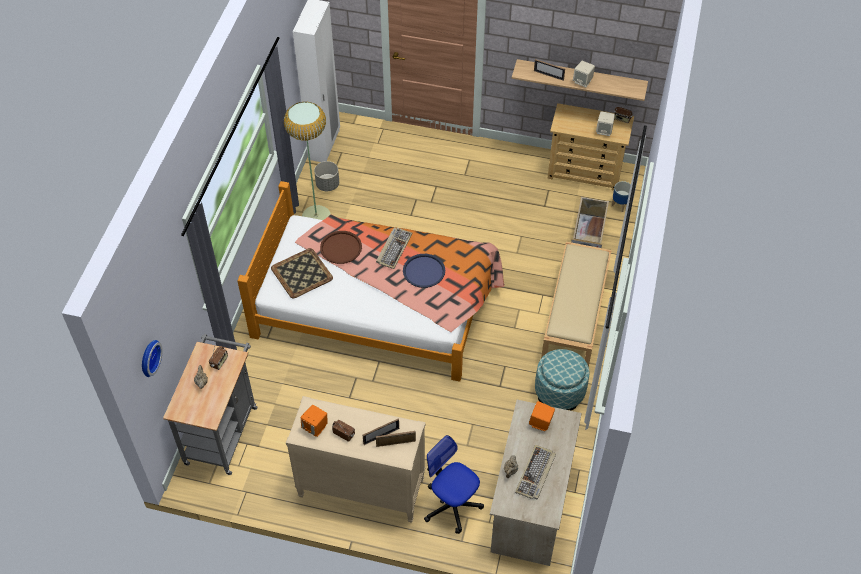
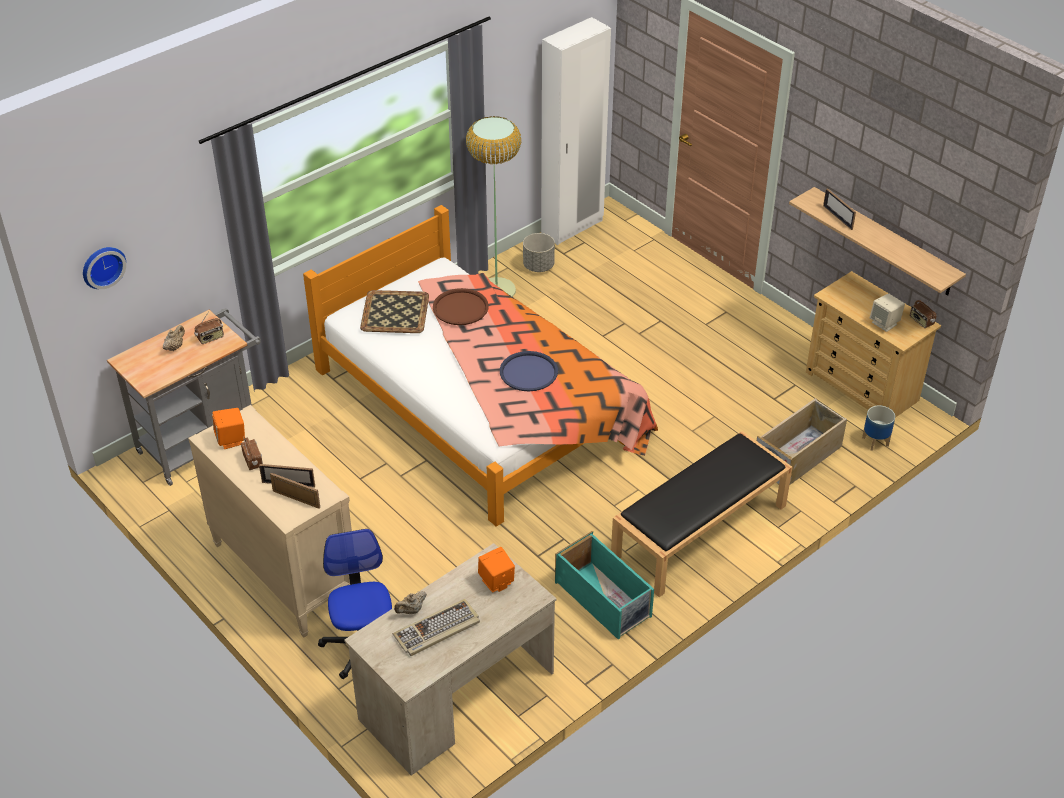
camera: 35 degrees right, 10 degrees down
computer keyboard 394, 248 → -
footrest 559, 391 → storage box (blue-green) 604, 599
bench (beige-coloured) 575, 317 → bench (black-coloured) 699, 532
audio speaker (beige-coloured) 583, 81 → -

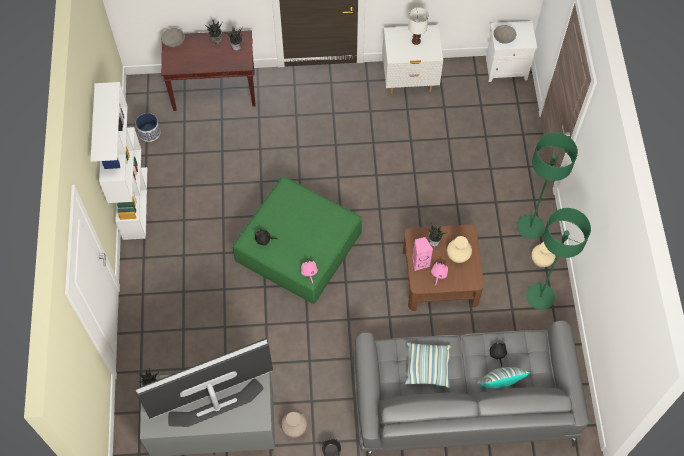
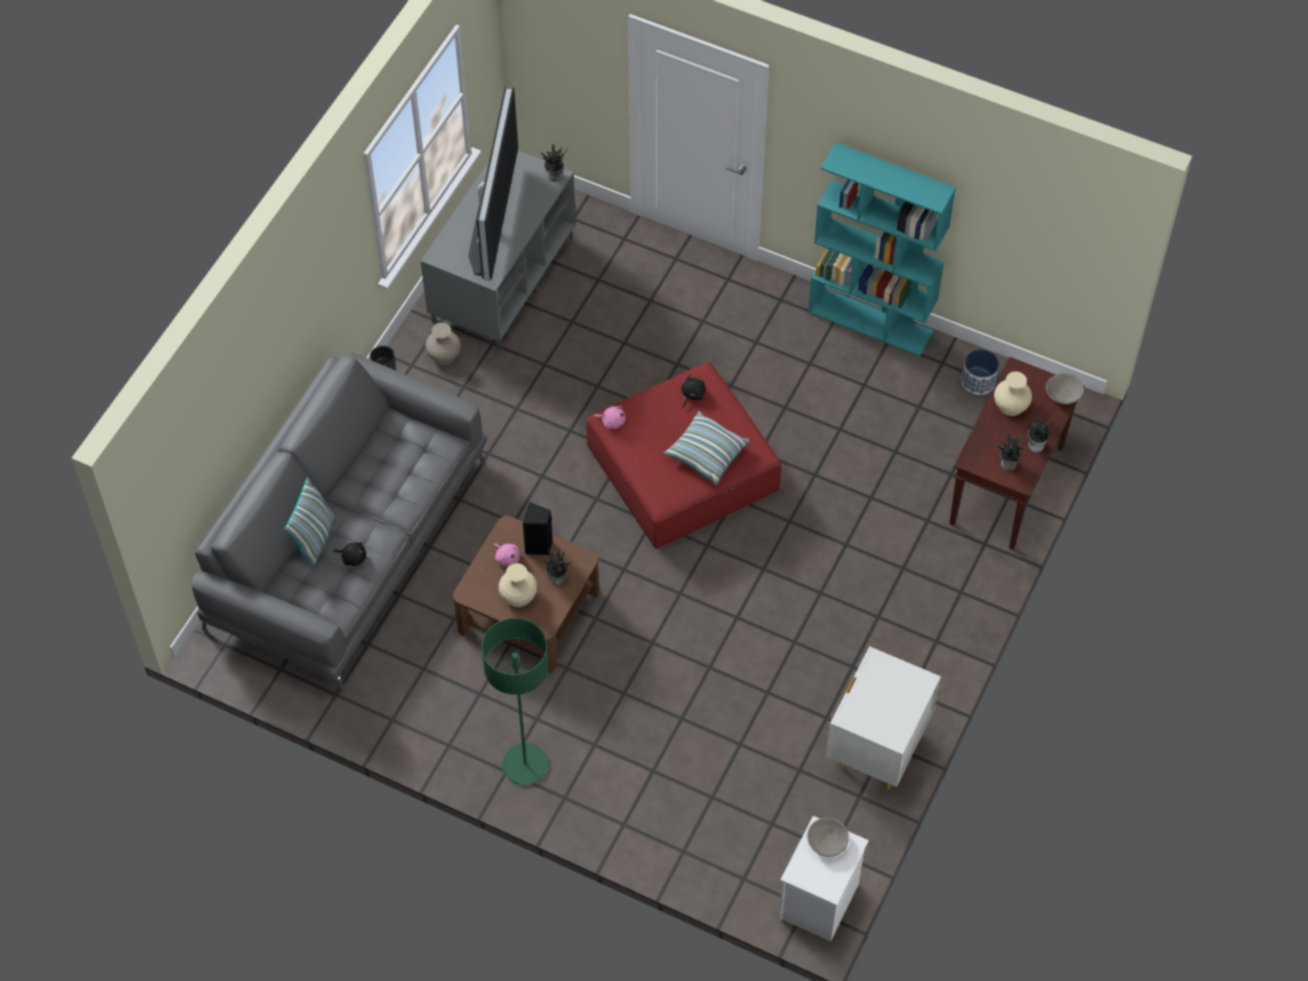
camera: 120 degrees right, 5 degrees down
bookcase (whitish) 134, 202 → bookcase (blue-green) 871, 321
footrest (greenish) 298, 248 → footrest (reddish) 682, 470
throw pillow 428, 368 → throw pillow 706, 454, shifted
lamp for a table (whitish) 416, 40 → -
audio speaker (pink-coloured) 420, 262 → audio speaker (black-coloured) 539, 546
floor lamp (greenish) 540, 297 → -
vase (beige-coloured) 541, 259 → vase (beige-coloured) 1011, 405, shifted

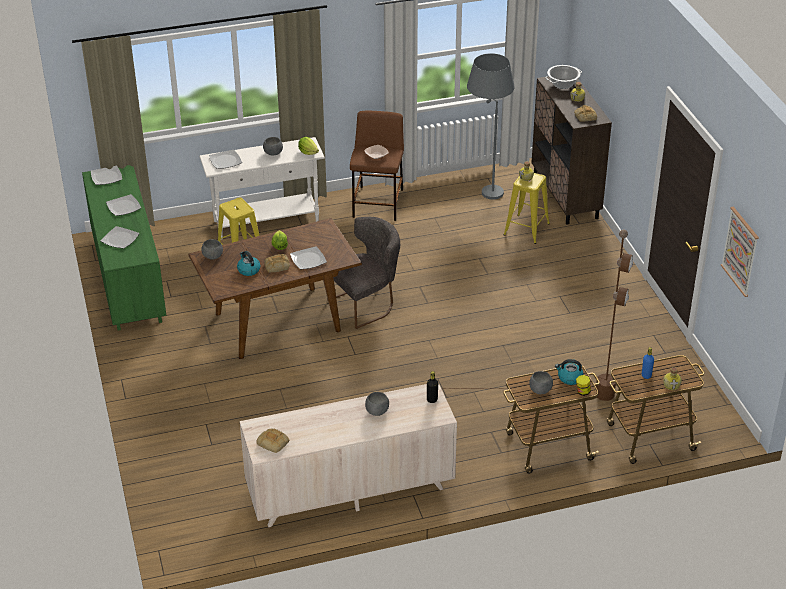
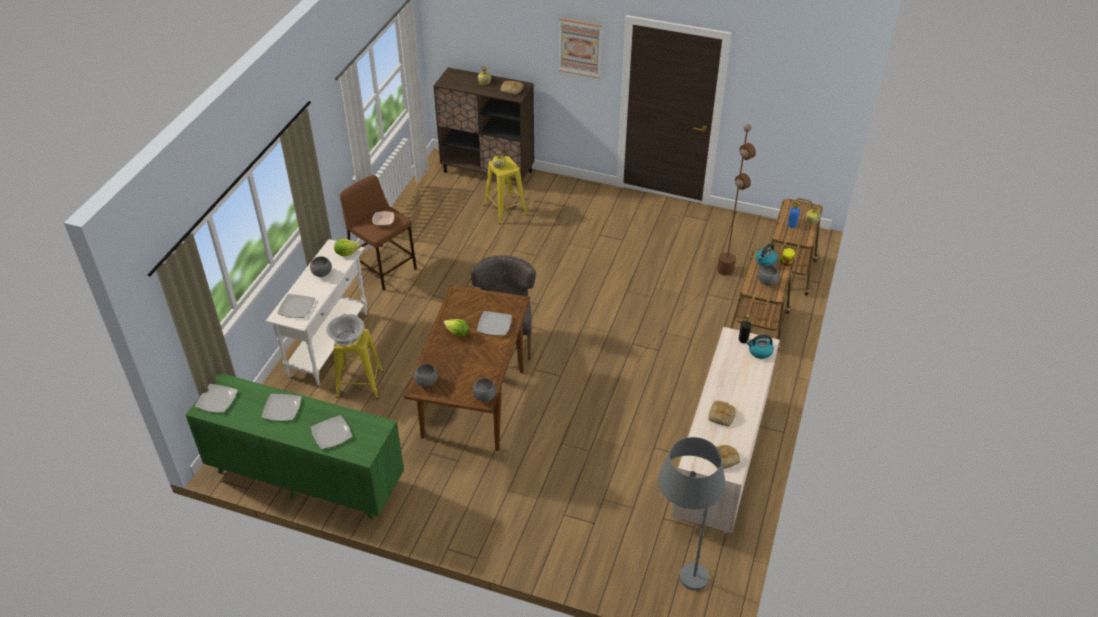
camera: 55 degrees left, 5 degrees up
water kettle 248, 270 → water kettle 759, 352, shifted
baked bread 276, 266 → baked bread 722, 416, shifted
deep dish (greyish) 377, 411 → deep dish (greyish) 485, 396, shifted
floor lamp (greyish) 486, 187 → floor lamp (greyish) 677, 575, shifted
stockpot 563, 84 → stockpot 347, 338, shifted
picture 740, 251 → picture 580, 47, shifted

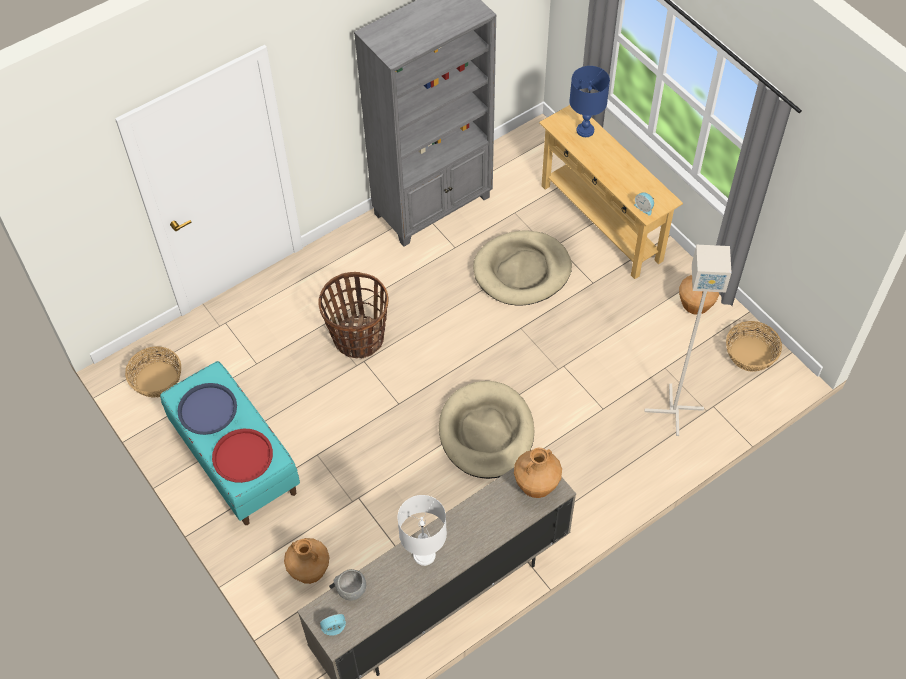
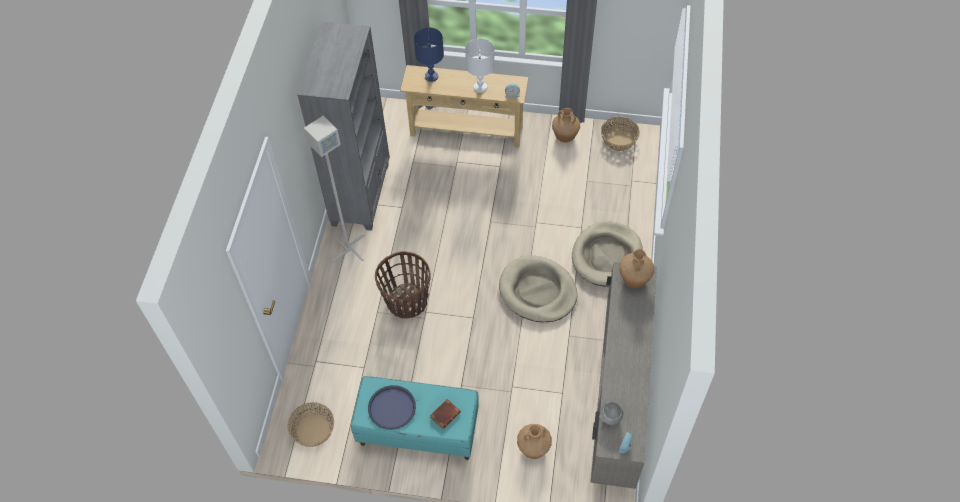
camera: 45 degrees left, 0 degrees up
serving tray (reddish) 242, 456 → book (brownish) 445, 414
lamp for a table (whitish) 424, 555 → lamp for a table (whitish) 480, 87, shifted
dog bed (beige-coloured) 522, 271 → dog bed (beige-coloured) 607, 256, shifted
floor lamp (greyish) 673, 410 → floor lamp (greyish) 348, 249, shifted

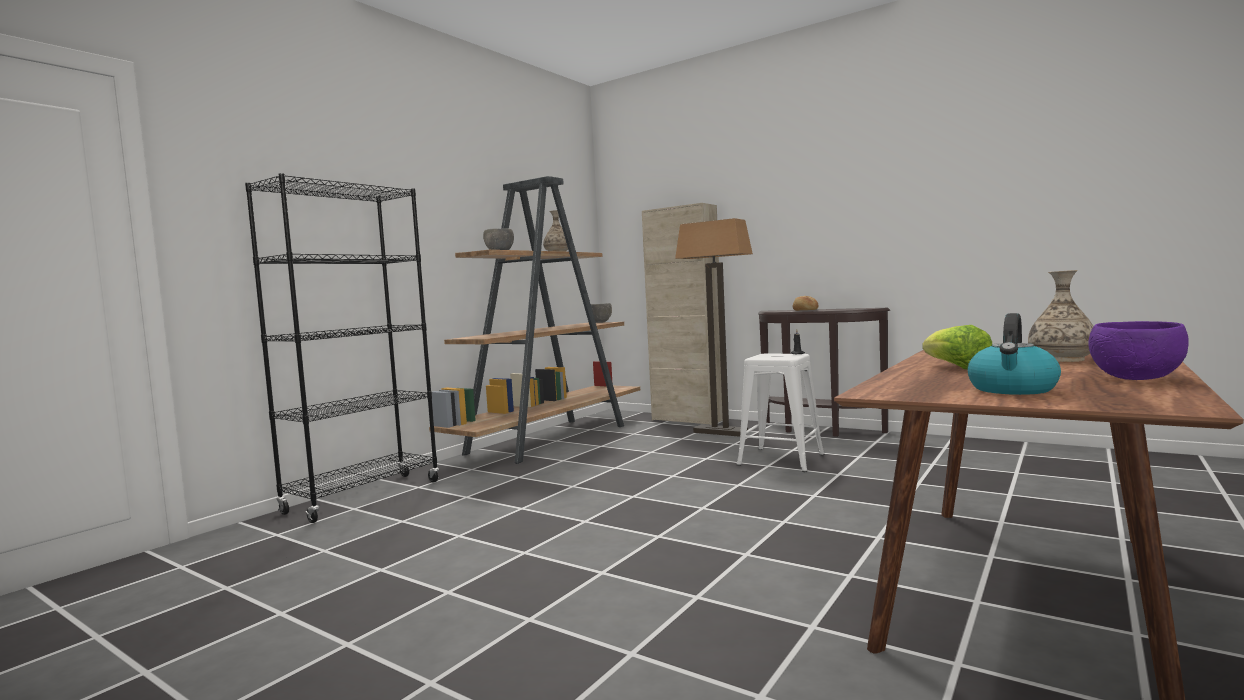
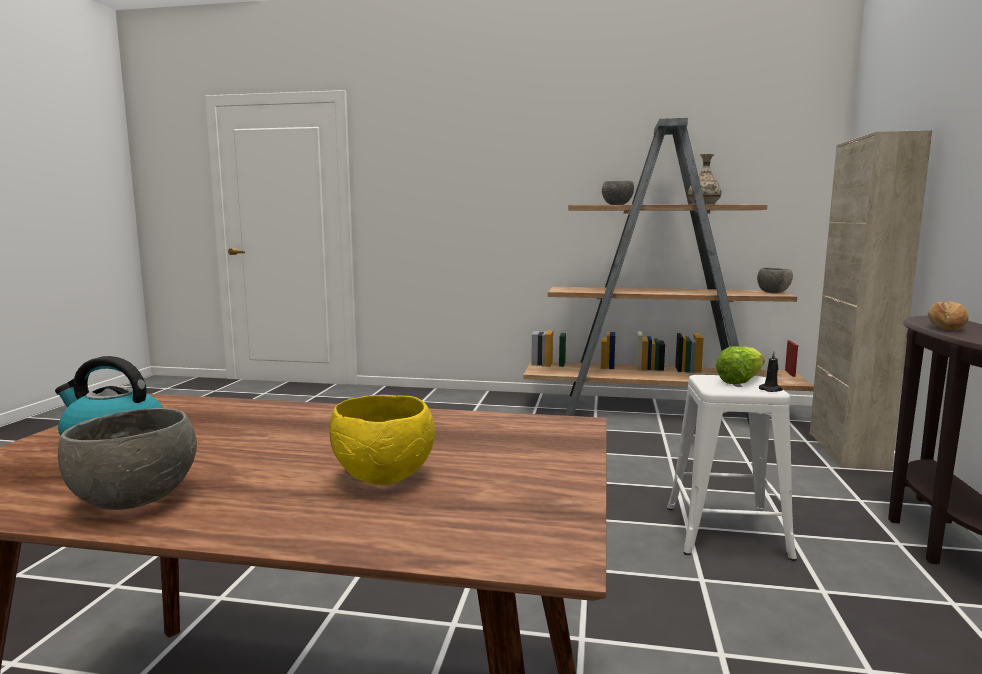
camera: 65 degrees right, 5 degrees up
bookcase (black-coloured) 364, 497 → -
floor lamp 721, 432 → -
lettuce head 956, 368 → lettuce head 740, 381, shifted
vase 1061, 359 → deep dish (yellow-coloured) 385, 478
deep dish (purplish) 1134, 378 → deep dish (greyish) 136, 500

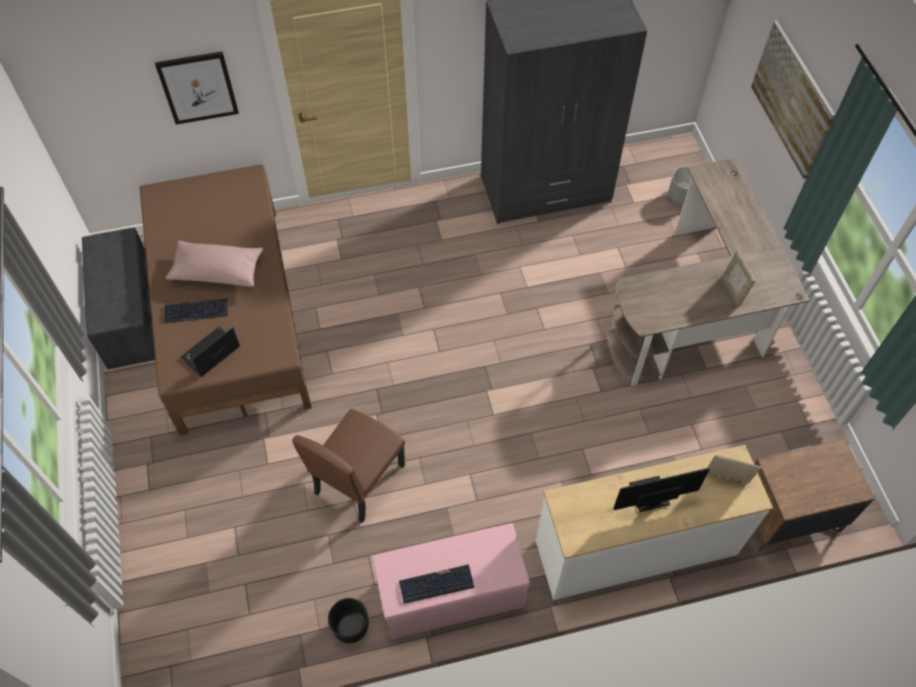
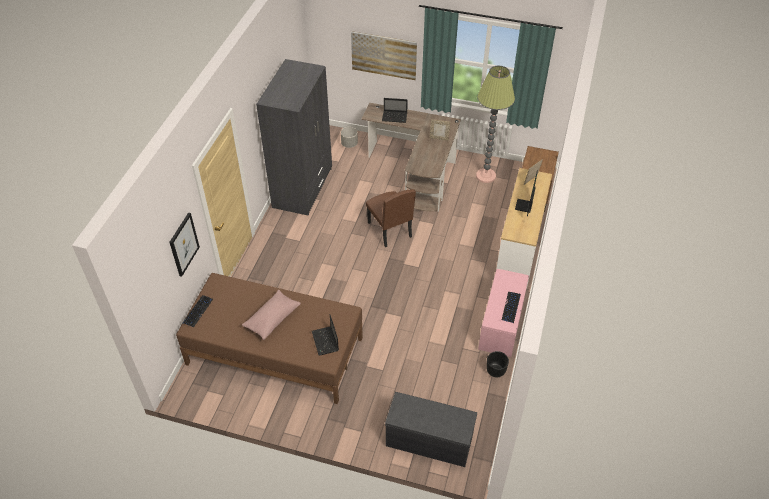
camera: 60 degrees left, 10 degrees down
bench (greyish) 129, 315 → bench (greyish) 428, 441, shifted
computer keyboard 196, 311 → computer keyboard 198, 311, shifted
chair (brownish) 359, 478 → chair (brownish) 389, 230, shifted
- → portable computer 395, 117
- → floor lamp 486, 176

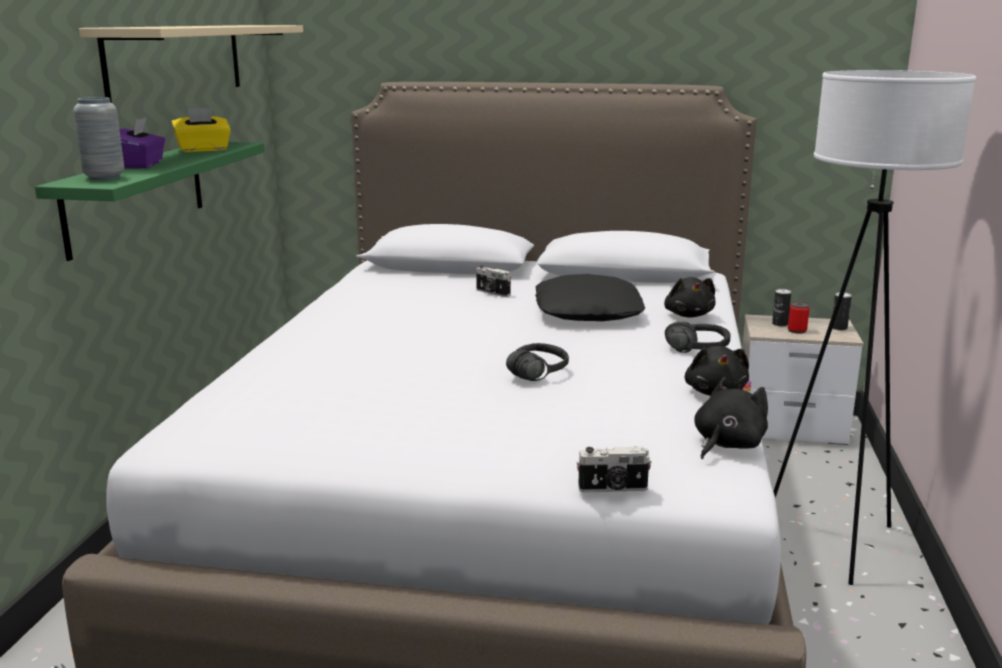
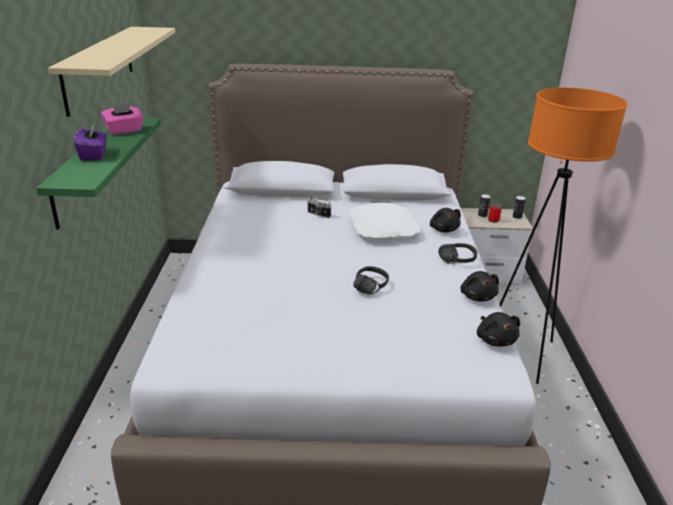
camera: 10 degrees left, 10 degrees up
vase (greyish) 104, 177 → -
box of tissues (yellow-coloured) 203, 150 → box of tissues (pink-coloured) 124, 131
throw pillow (black-coloured) 589, 311 → throw pillow (whitish) 383, 229
still camera 613, 489 → -
cuddly toy (black-coloured) 726, 444 → cuddly toy (black-coloured) 495, 339, 135 degrees clockwise
floor lamp (whitish) 834, 542 → floor lamp (orangey) 524, 355

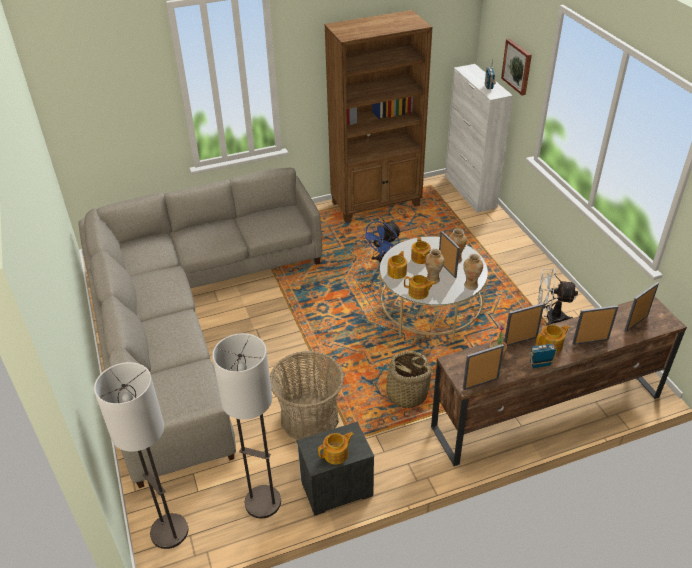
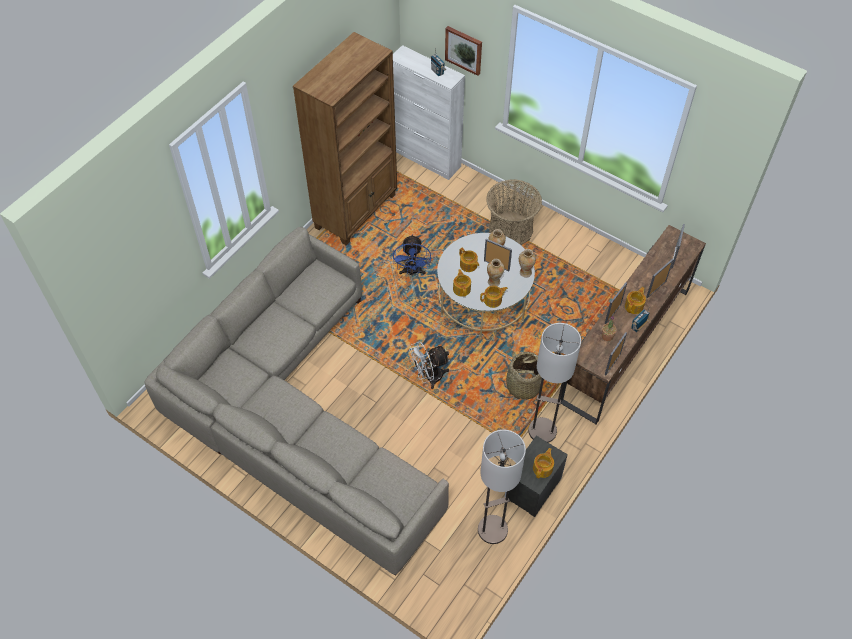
camera: 35 degrees left, 15 degrees up
floor lamp 169, 531 → floor lamp 542, 431, shifted
household basket 309, 418 → household basket 510, 230, shifted
fan (whitish) 549, 317 → fan (whitish) 429, 377, shifted

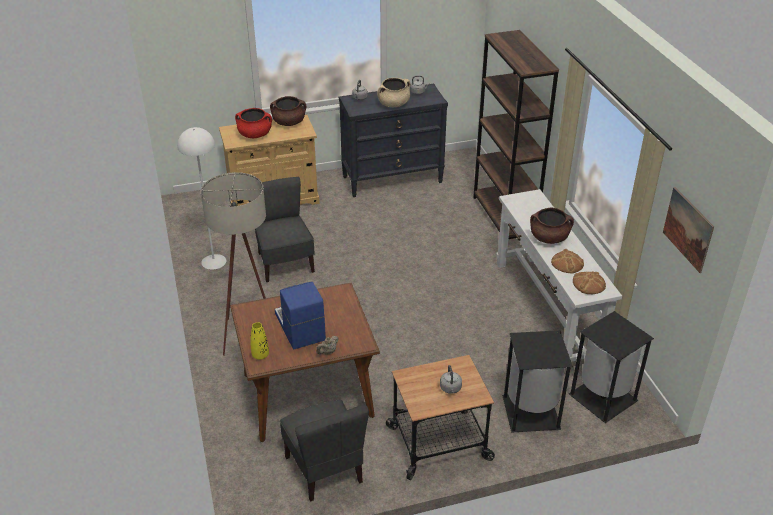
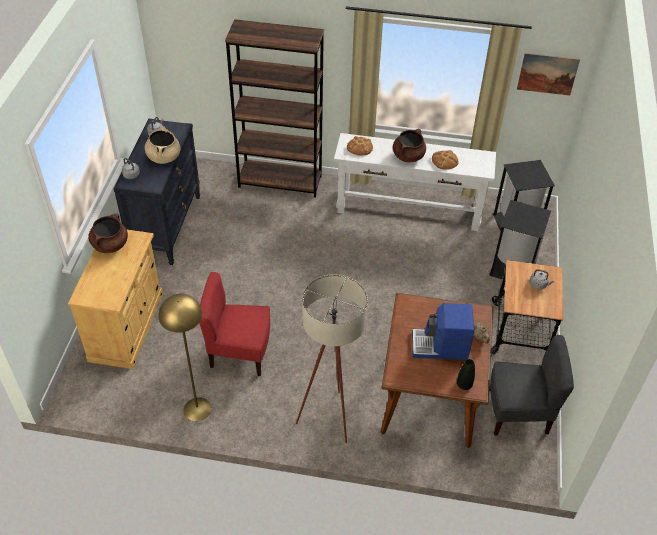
camera: 65 degrees left, 10 degrees up
floor lamp (whitish) 214, 261 → floor lamp (yellow-coloured) 197, 409
stockpot (reddish) 255, 135 → -
chair (greyish) 284, 263 → chair (reddish) 239, 352
vase (yellow-coloured) 260, 355 → vase (black-coloured) 464, 384
baked bread 588, 284 → baked bread 359, 147, shifted

